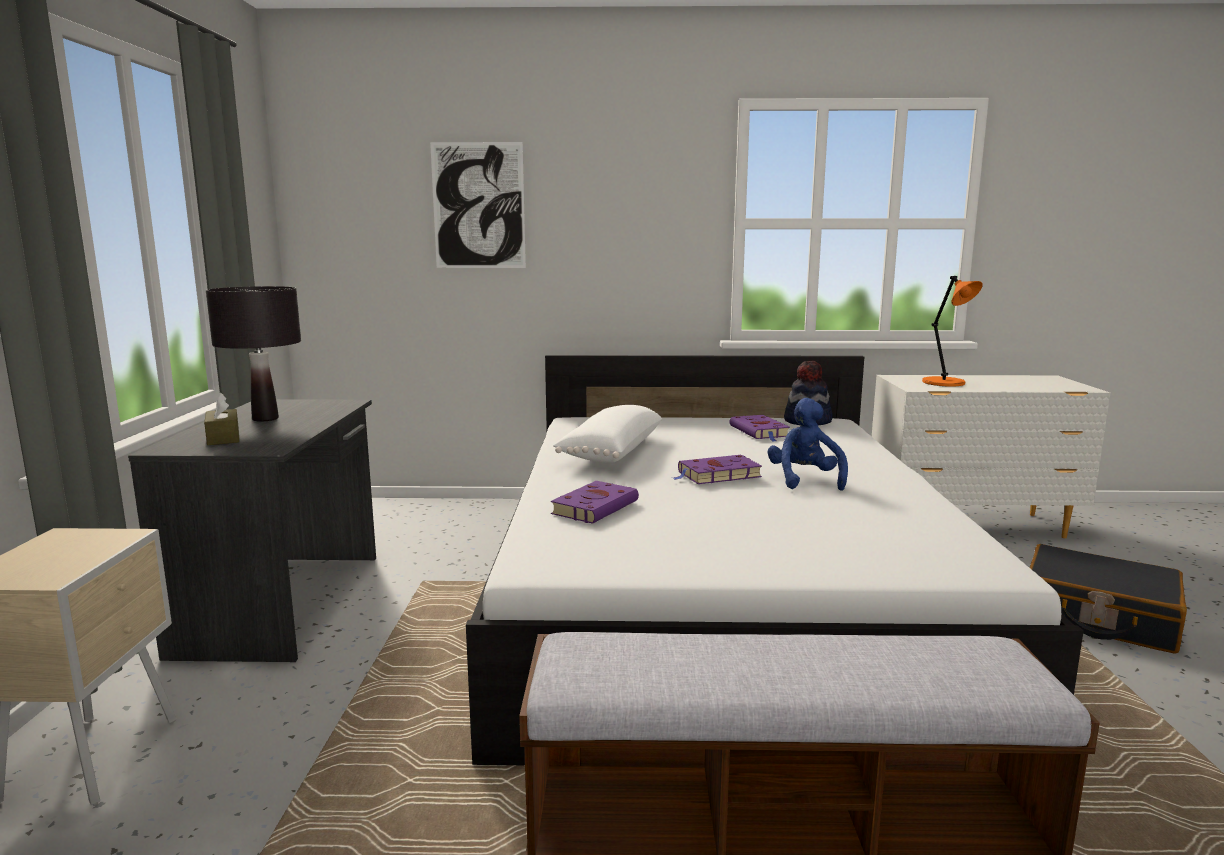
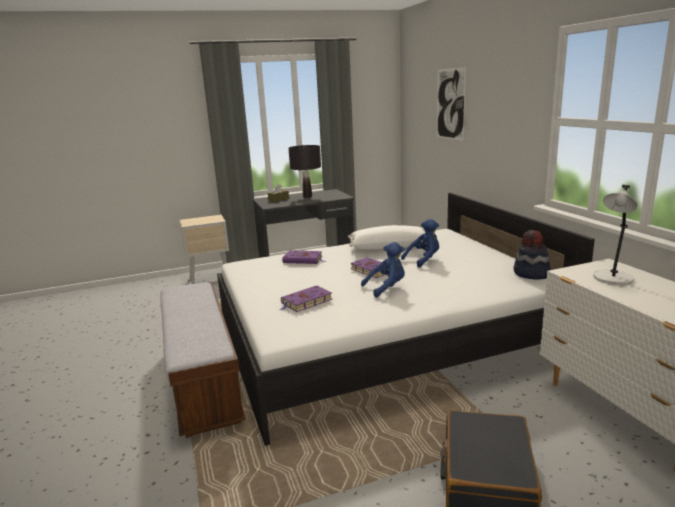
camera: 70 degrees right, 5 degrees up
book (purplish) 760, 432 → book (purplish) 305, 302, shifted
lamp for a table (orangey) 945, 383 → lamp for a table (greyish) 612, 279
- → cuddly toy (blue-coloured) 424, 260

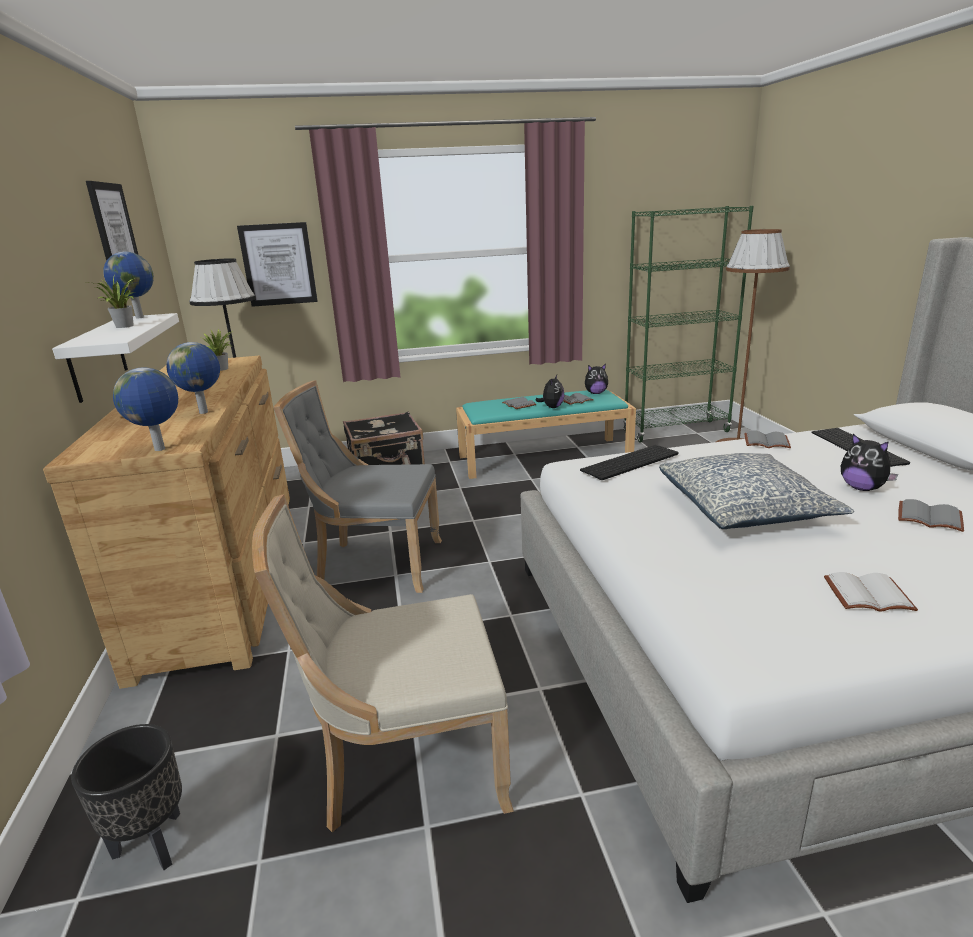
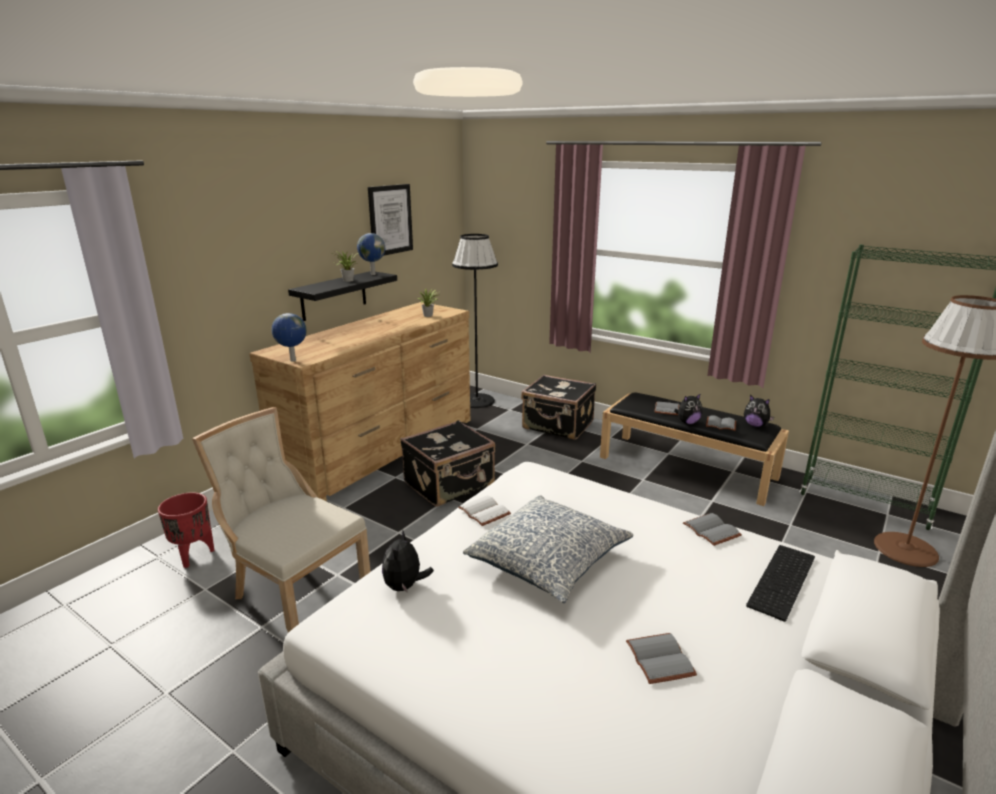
camera: 45 degrees right, 0 degrees up
shelf (whitish) 97, 358 → shelf (black-coloured) 334, 295
planter (black-coloured) 152, 844 → planter (reddish) 193, 555
world globe 204, 412 → -
picture 278, 264 → -
chair (greyish) 375, 564 → travel case (black-coloured) 450, 485
bench (blue-green) 545, 457 → bench (black-coloured) 688, 467
computer keyboard 630, 463 → -
book (whitish) 868, 594 → book (whitish) 485, 511, shifted
cuddly toy 862, 488 → cuddly toy 405, 586, shifted

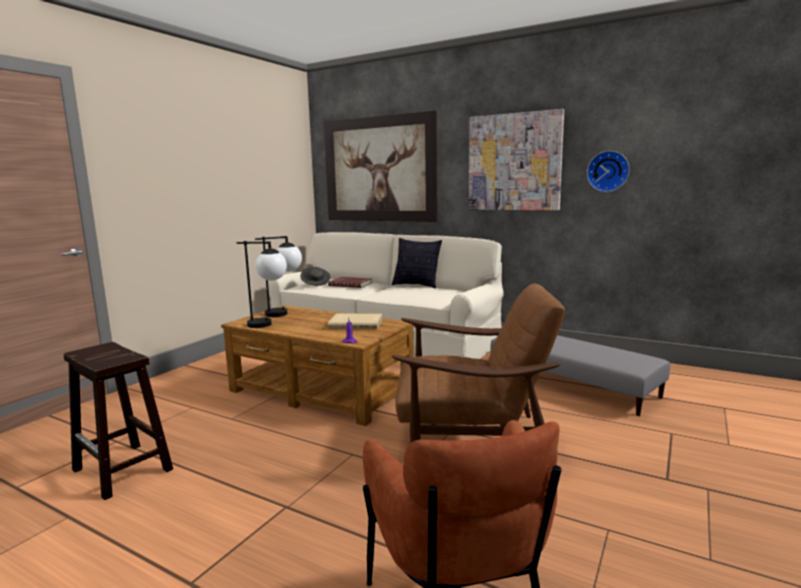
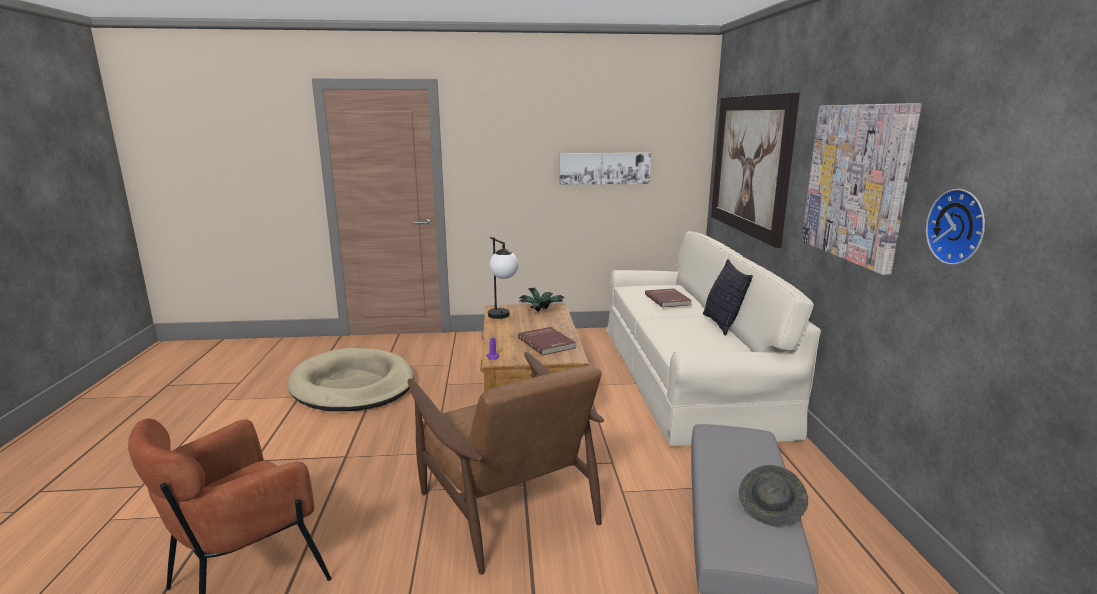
camera: 55 degrees right, 5 degrees up
stool (brownish) 123, 470 → dog bed (beige-coloured) 353, 385
lamp for a table 285, 313 → houseplant 542, 311
clothing hat (greyish) 316, 283 → clothing hat (greyish) 771, 508, shifted
book (beige-coloured) 356, 323 → book (reddish) 547, 343
- → picture 604, 168

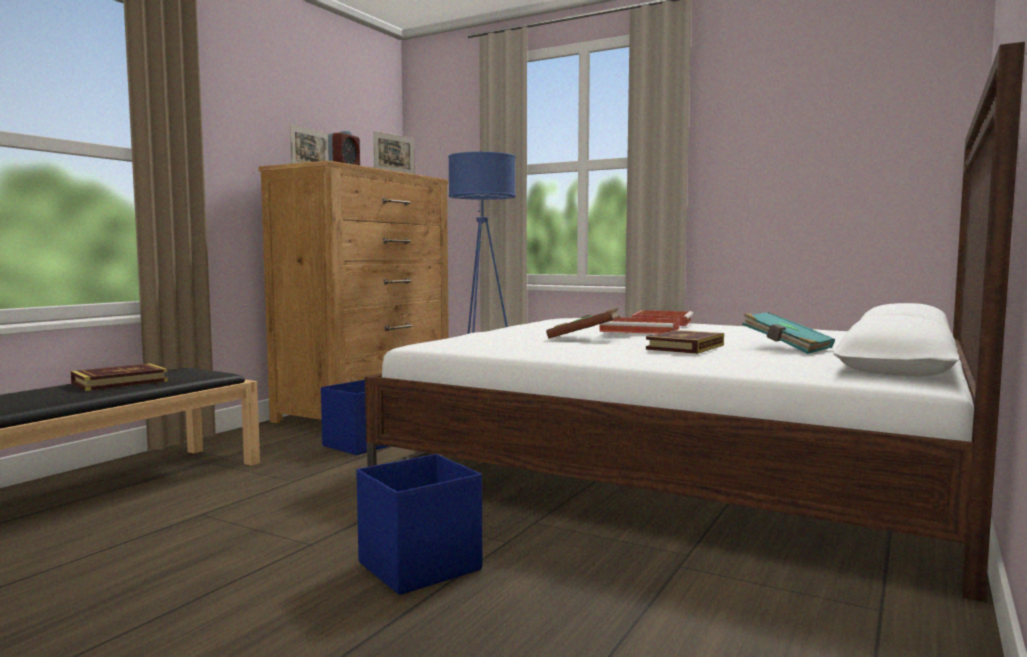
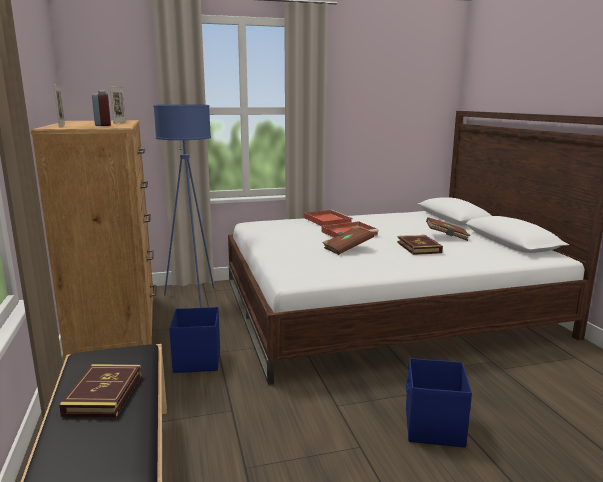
camera: 45 degrees left, 10 degrees up
book (blue-green) 786, 348 → book (brownish) 446, 237

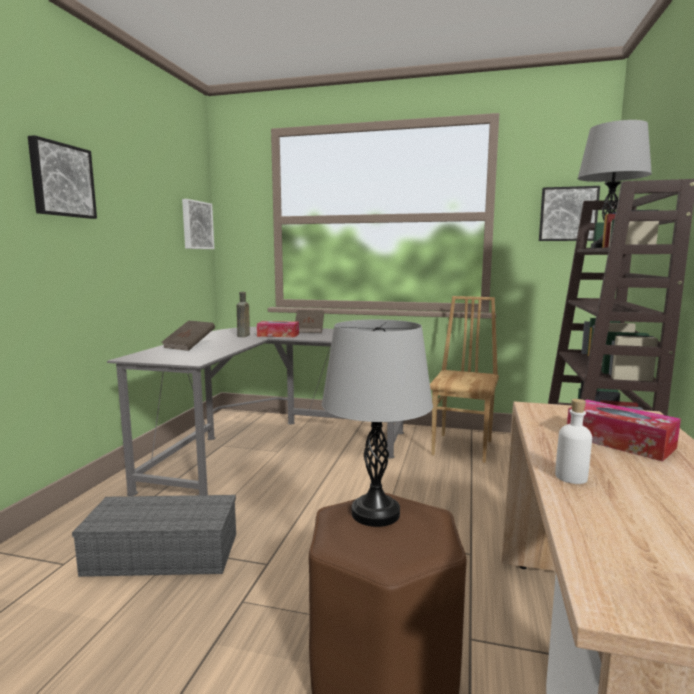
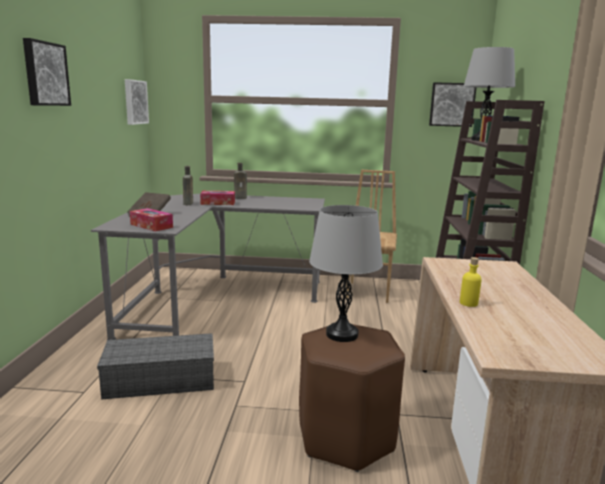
camera: 10 degrees left, 5 degrees up
book (brownish) 309, 330 → bottle (brownish) 241, 198
bottle (whitish) 571, 477 → bottle (yellow-coloured) 468, 303
box of tissues 619, 441 → box of tissues 151, 226, shifted

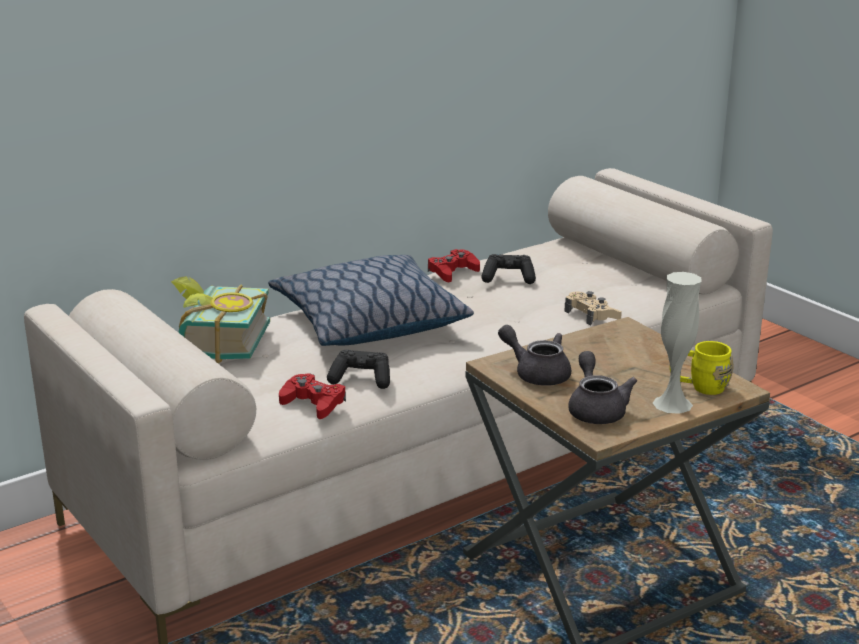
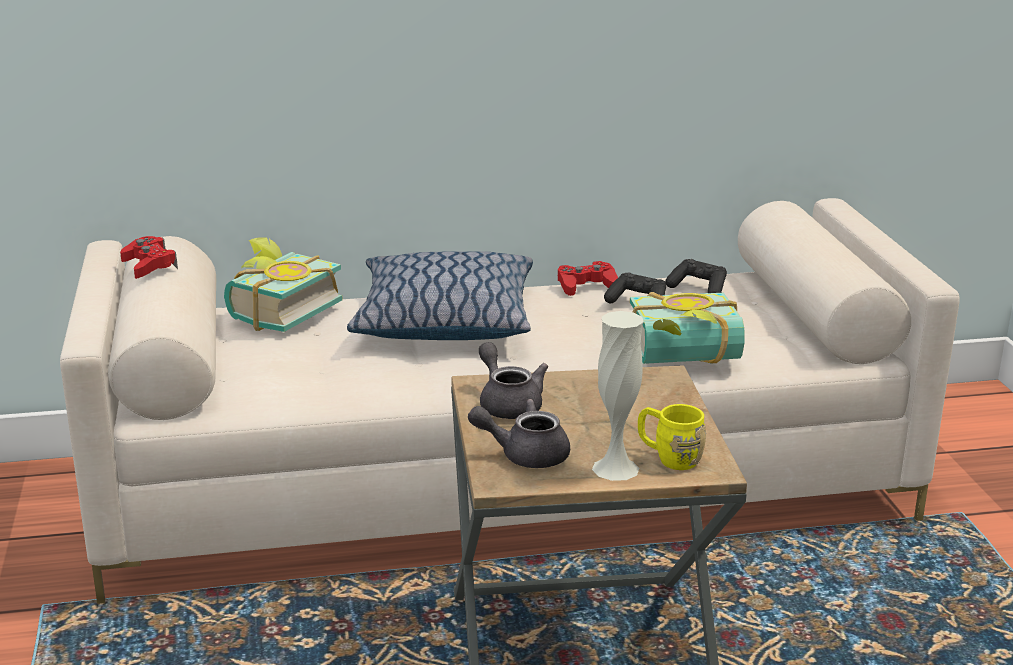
camera: 25 degrees right, 0 degrees up
game controller (reddish) 313, 403 → game controller (reddish) 149, 266, shifted
game controller (black-coloured) 361, 379 → game controller (black-coloured) 698, 289, shifted
game controller (beige-coloured) 591, 315 → book 686, 360
pot for tea (greyish) 596, 409 → pot for tea (greyish) 525, 454, 105 degrees counterclockwise

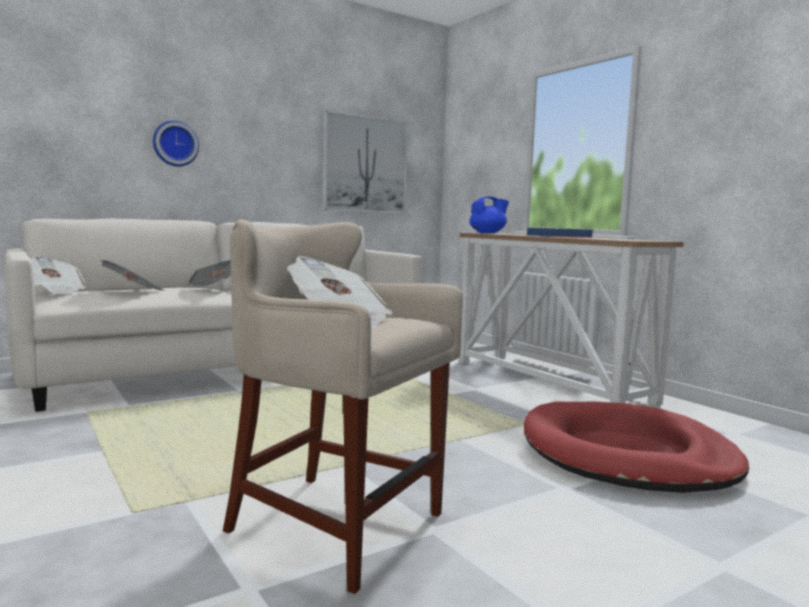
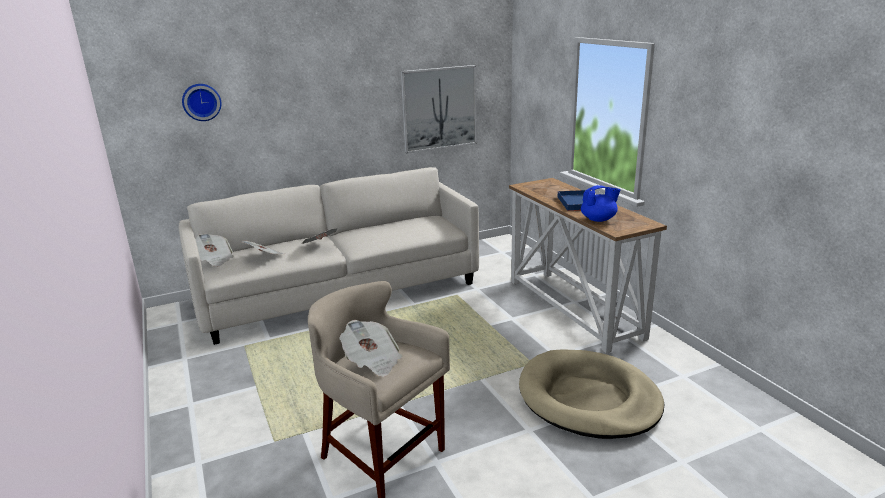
camera: 10 degrees right, 15 degrees up
wall clock 175, 144 → wall clock 201, 102, shifted
pot for tea (blue-coloured) 488, 233 → pot for tea (blue-coloured) 599, 219, shifted
dog bed (reddish) 627, 455 → dog bed (beige-coloured) 588, 398

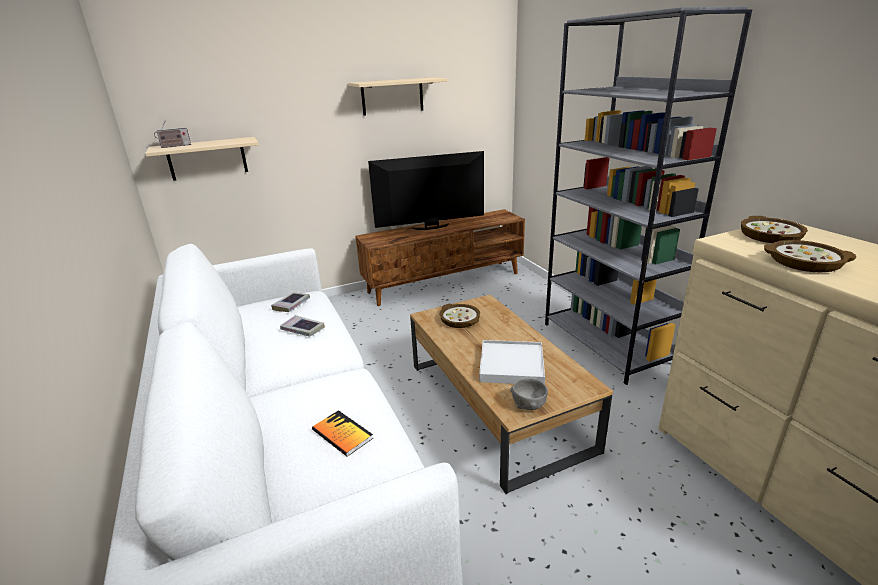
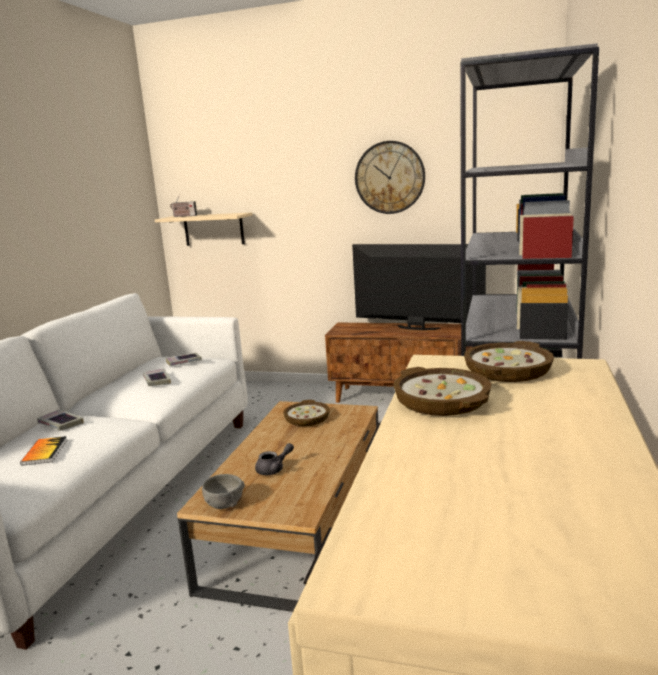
camera: 40 degrees right, 10 degrees down
shelf (beige-coloured) 392, 96 → wall clock 389, 177
serving tray (whitish) 511, 365 → pot for tea (greyish) 274, 469
- → book 60, 424

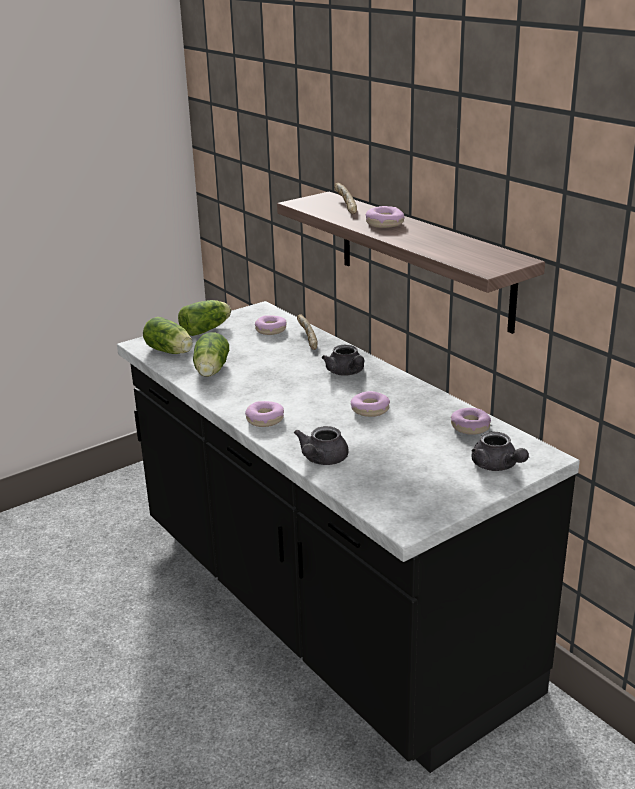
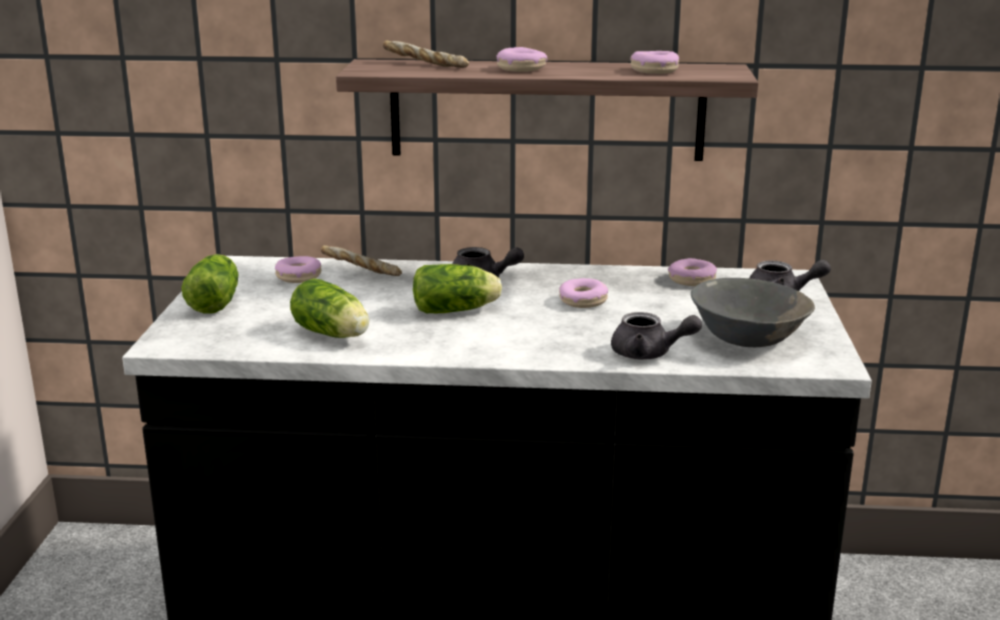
camera: 50 degrees left, 5 degrees down
lettuce head 171, 352 → lettuce head 457, 310, shifted
ring doughnut 265, 419 → ring doughnut 654, 70, shifted
pot for tea (greyish) 321, 460 → pot for tea (greyish) 649, 354, 45 degrees counterclockwise
- → deep dish (greyish) 746, 338

